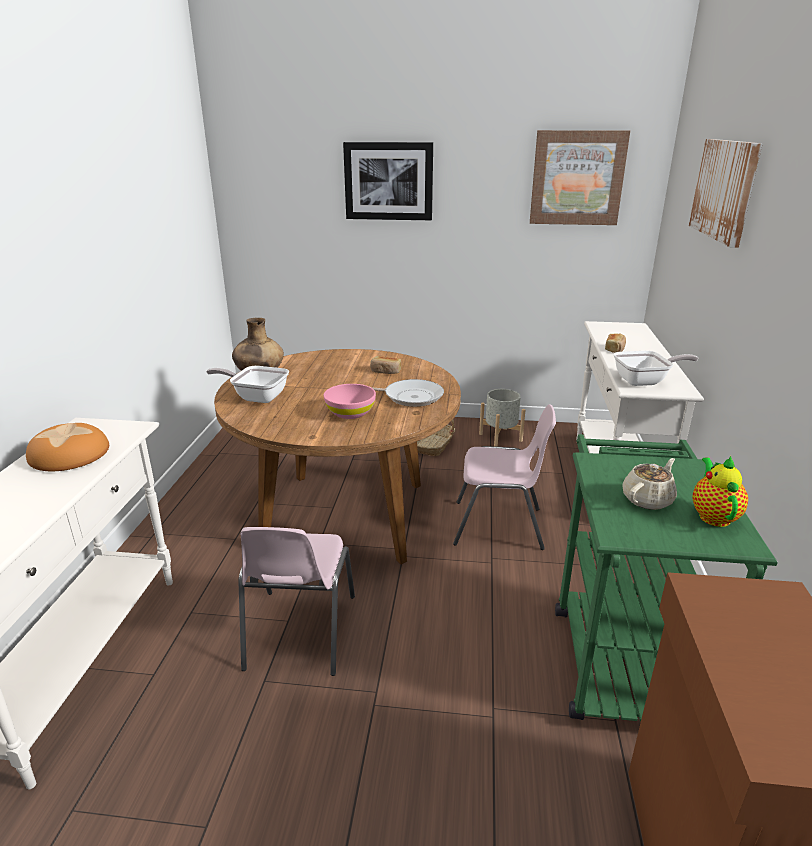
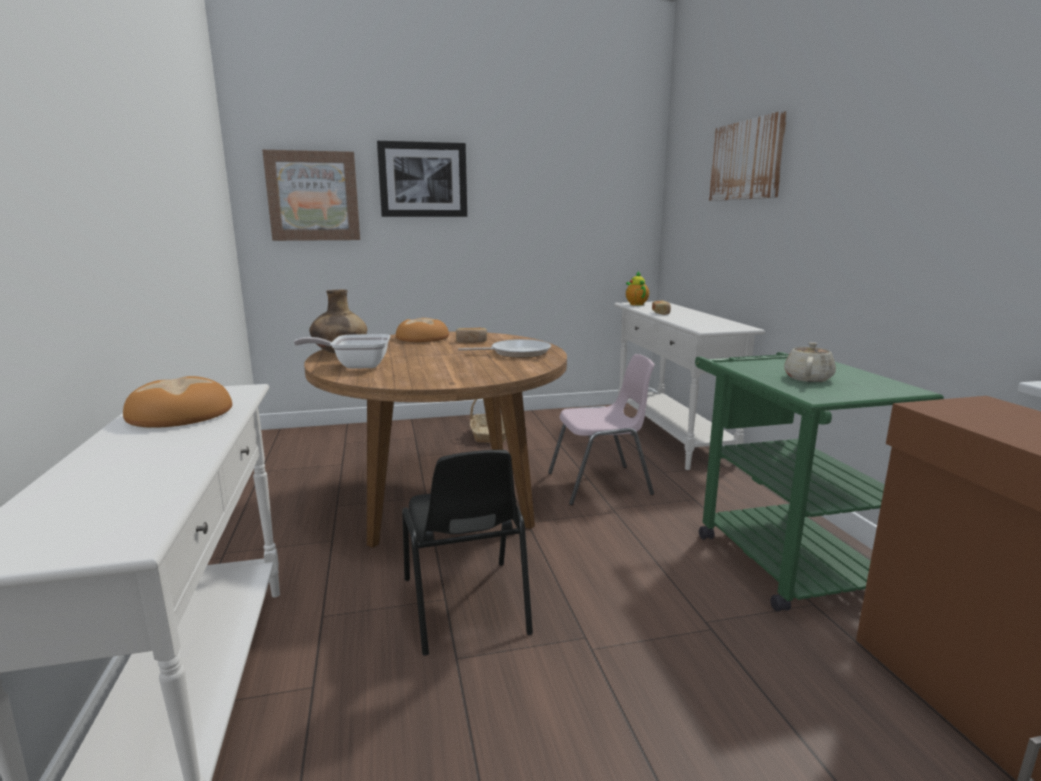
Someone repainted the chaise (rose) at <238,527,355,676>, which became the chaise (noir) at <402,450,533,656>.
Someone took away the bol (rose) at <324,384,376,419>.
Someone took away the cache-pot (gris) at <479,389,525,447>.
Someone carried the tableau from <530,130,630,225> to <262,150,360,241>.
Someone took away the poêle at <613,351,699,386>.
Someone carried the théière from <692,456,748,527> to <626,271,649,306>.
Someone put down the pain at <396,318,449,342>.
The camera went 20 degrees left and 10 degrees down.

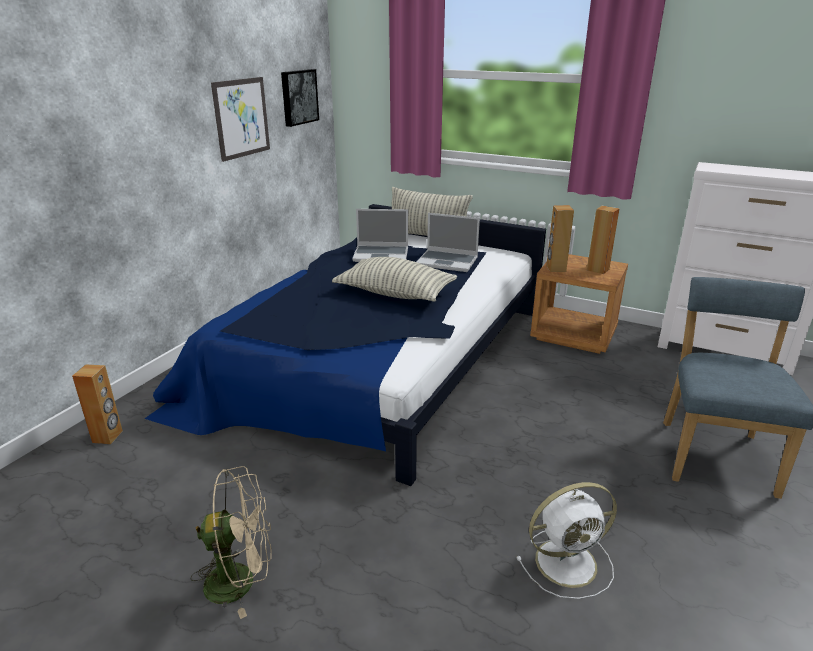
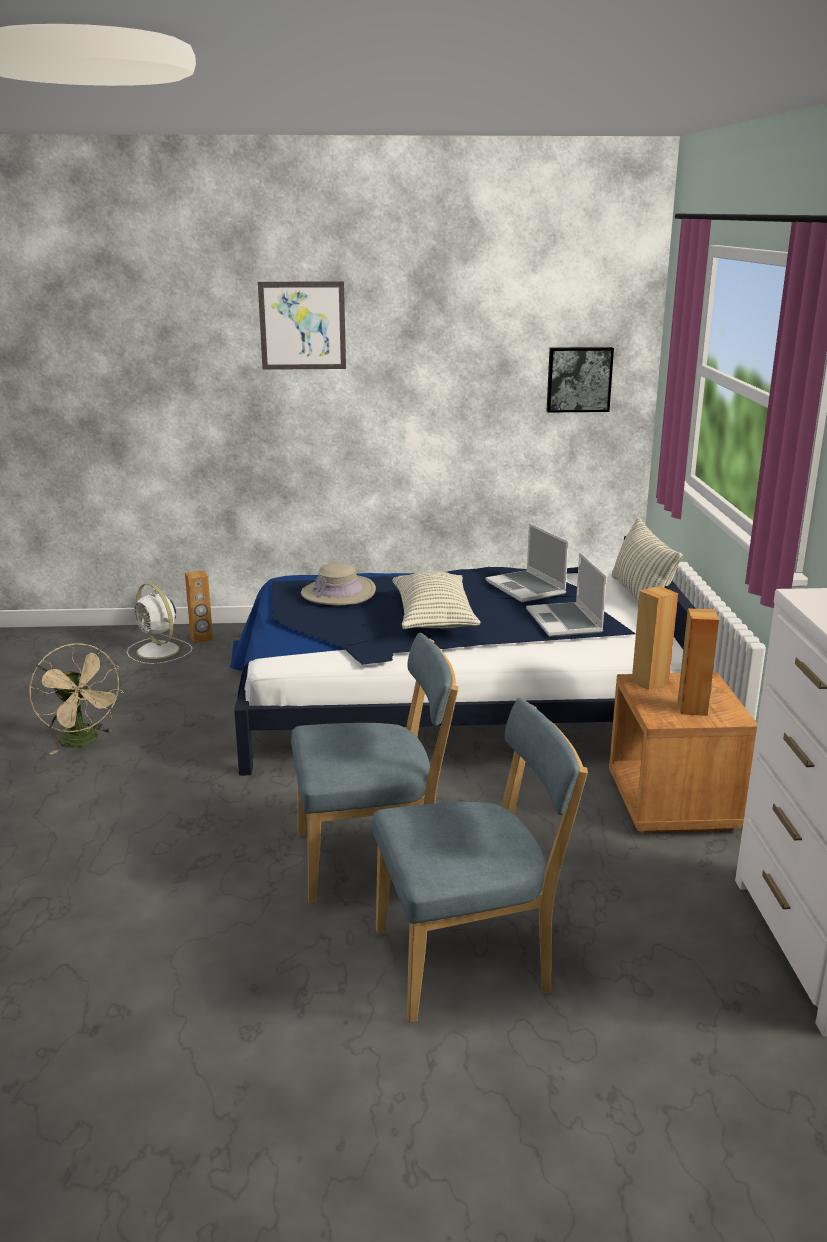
Someone carried the tableau from <211,77,270,162> to <258,281,346,370>.
Someone carried the ventilateur (blanc) from <516,482,617,599> to <127,583,192,664>.
Someone put down the chaise (bleu) at <291,633,459,903>.
Someone put down the chapeau (beige) at <301,562,376,605>.
The camera went 60 degrees right and 5 degrees down.

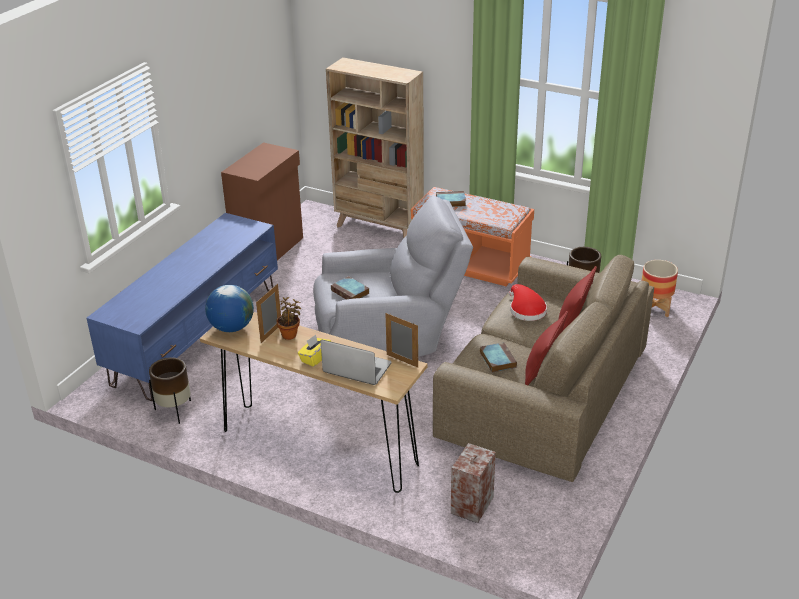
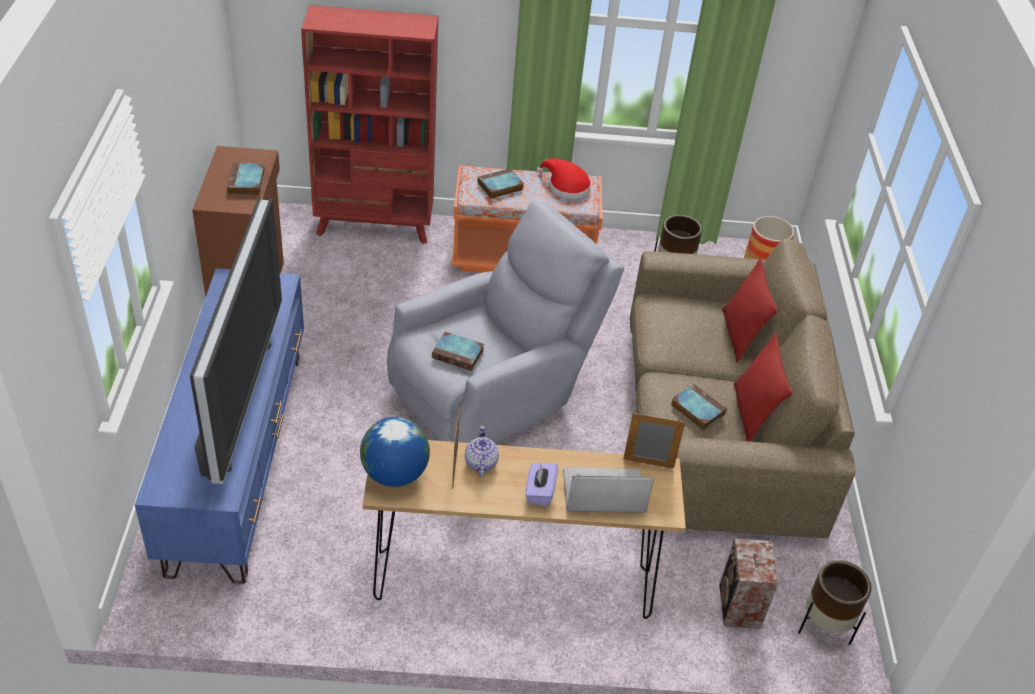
Someone carried the cache-pot (marron) from <149,357,191,424> to <798,560,871,645>.
Someone swapped the plante en pot at <277,297,301,340> for the théière at <465,426,499,477>.
Someone repainted the boîte à mouchoirs (jaune) at <298,334,331,367>, which became the boîte à mouchoirs (violet) at <525,463,558,507>.
Someone repainted the bibliothèque (beige) at <326,57,424,239>, which became the bibliothèque (rouge) at <301,5,438,244>.
Someone carried the chapeau (rouge) from <508,284,547,321> to <537,158,591,199>.
Someone put down the téléviseur at <190,197,282,484>.
Someone put down the livre at <227,163,265,196>.
The camera went 30 degrees left and 10 degrees up.

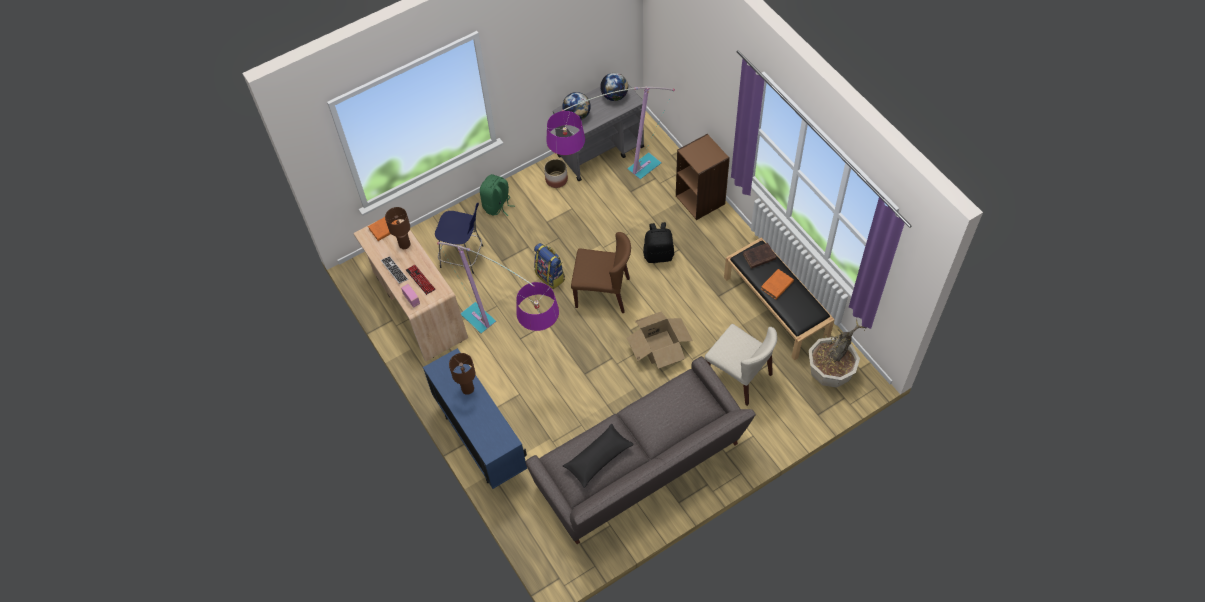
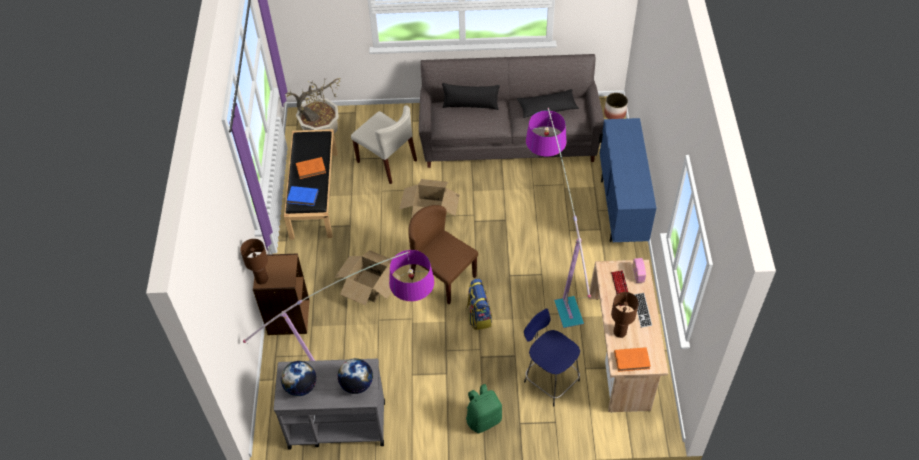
Someone carried the lampe de table (marron) from <449,353,475,395> to <240,239,268,284>.
Someone carried the cache-pot from <544,159,568,188> to <604,93,628,119>.
Someone swapped the sac à dos (noir) at <643,222,674,263> for the carton at <335,251,401,305>.
Someone rotated the chaise (beige) at <705,324,777,406> by 150 degrees clockwise.
Someone repainted the livre (marron) at <743,243,776,269>, which became the livre (bleu) at <287,186,318,206>.
Someone put down the coussin (noir) at <442,83,500,110>.
The camera went 150 degrees left and 5 degrees down.

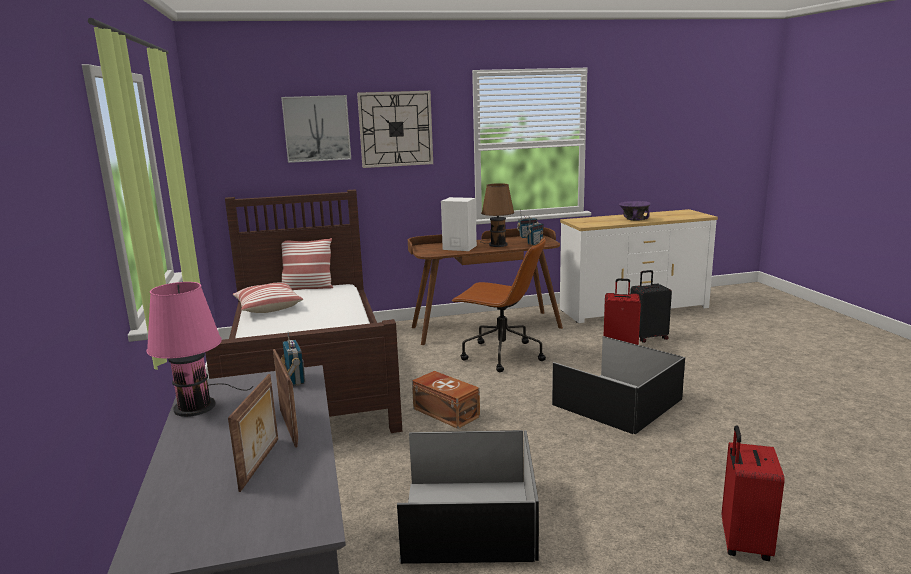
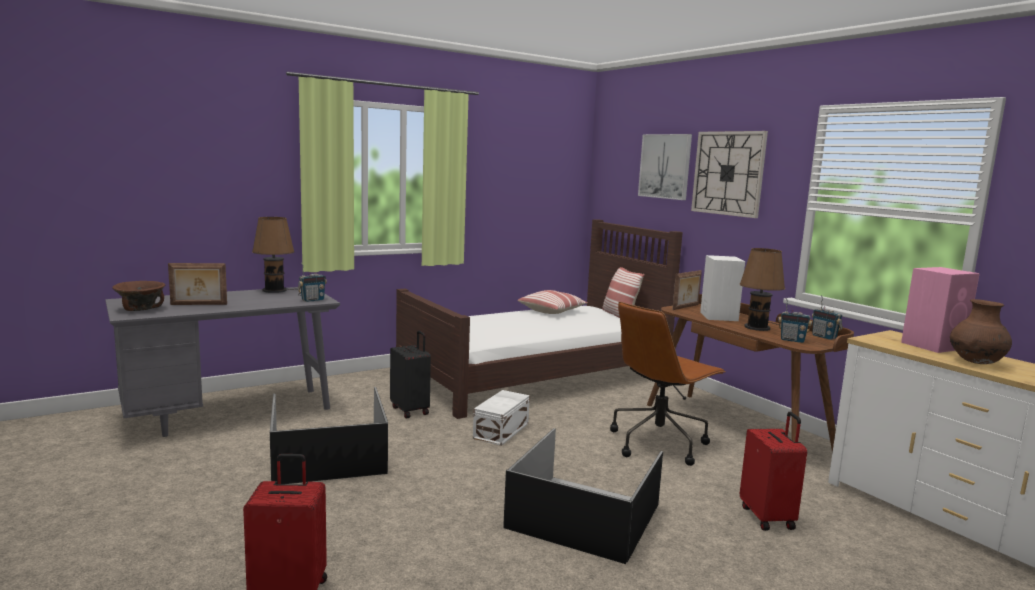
Someone repainted the lampe de table (rose) at <146,282,253,417>, which became the lampe de table (marron) at <252,217,301,295>.
Someone carried the cadre photo from <273,349,298,448> to <672,270,702,310>.
Someone repainted the boîte de rangement (marron) at <412,371,480,429>, which became the boîte de rangement (blanc) at <473,390,530,446>.
Someone rotated the chaise de bureau (marron) at <452,238,546,372> by 45 degrees clockwise.
Someone swapped the bol (violet) at <619,201,651,221> for the vase (marron) at <950,299,1012,364>.
Someone carried the valise (noir) from <630,270,672,343> to <390,331,431,418>.
Someone put down the bol (marron) at <112,281,165,311>.
Someone put down the enceinte (rose) at <901,267,980,353>.
The camera went 70 degrees right and 5 degrees down.

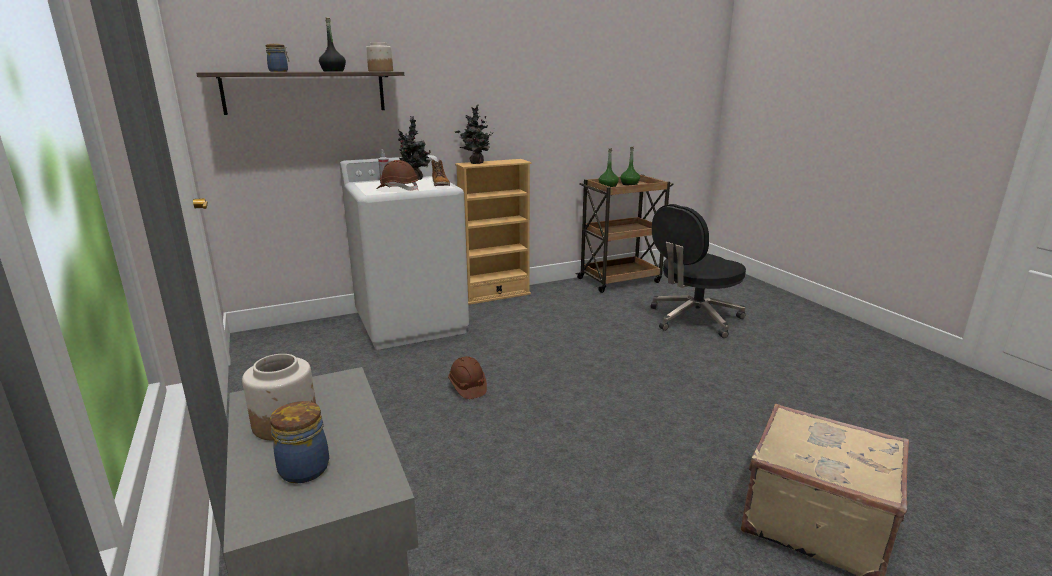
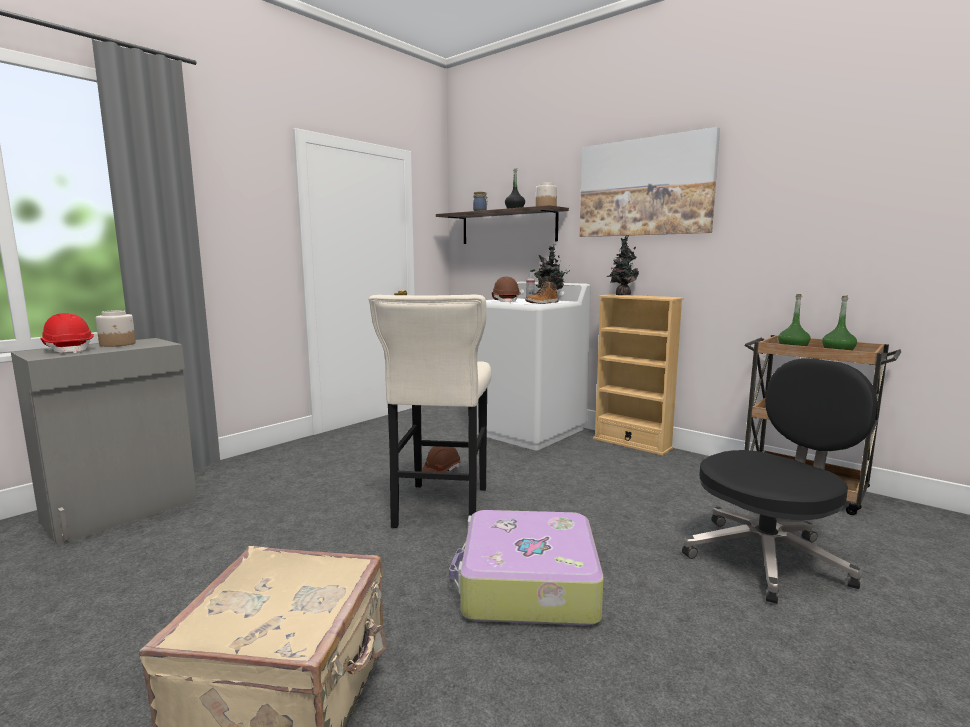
Someone swapped the bocal at <270,401,329,484> for the casque de chantier (rouge) at <40,313,94,353>.
Someone rotated the chaise de bureau (noir) at <651,204,746,338> by 120 degrees clockwise.
Someone put down the tabouret (beige) at <369,294,492,528>.
Someone put down the valise at <449,510,604,625>.
Someone put up the tableau at <579,127,720,237>.
The camera went 65 degrees right and 10 degrees down.

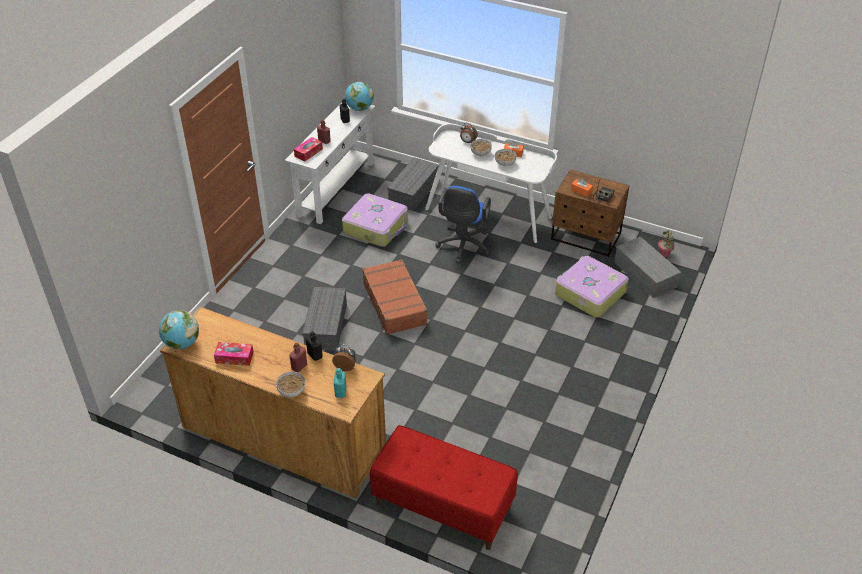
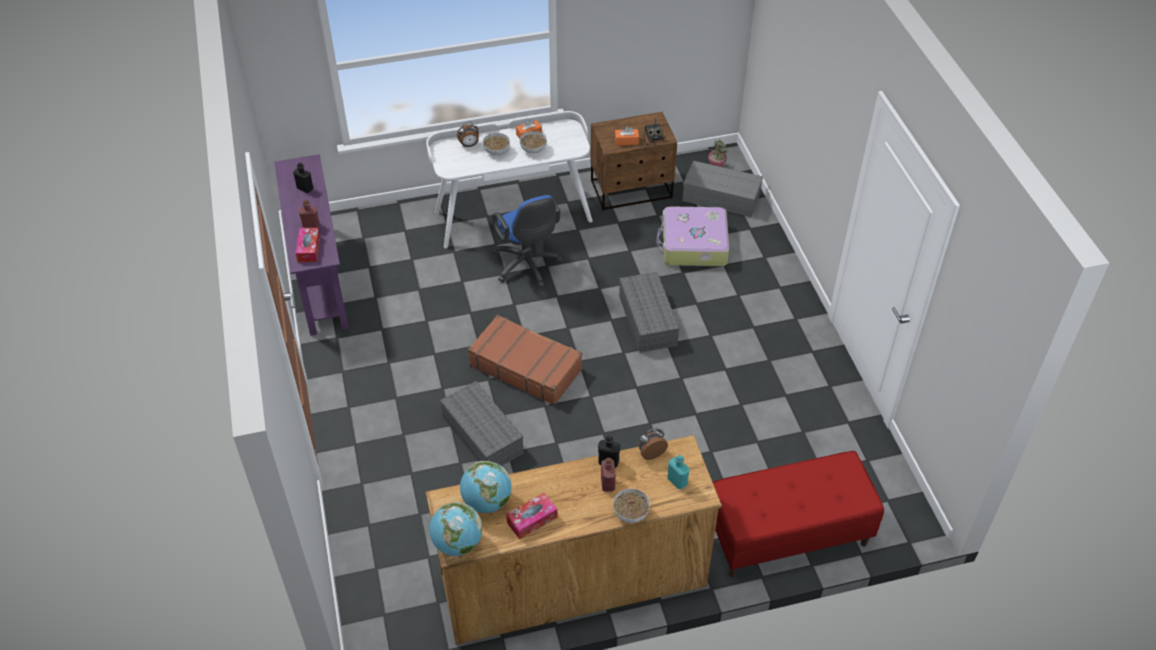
Someone repainted the table console (blanc) at <285,103,375,224>, which became the table console (violet) at <274,154,349,336>.
Someone took away the valise at <342,194,408,247>.
Someone carried the globe from <345,82,374,111> to <460,461,511,513>.
Someone carried the boîte de rangement (gris) from <387,157,439,211> to <619,272,680,353>.
The camera went 40 degrees left and 5 degrees up.

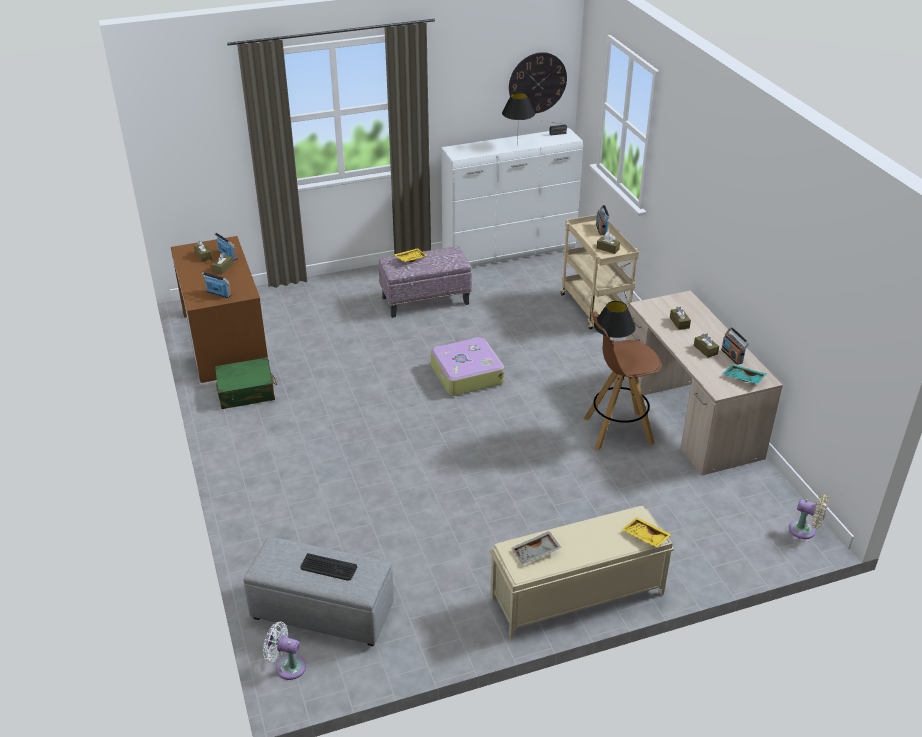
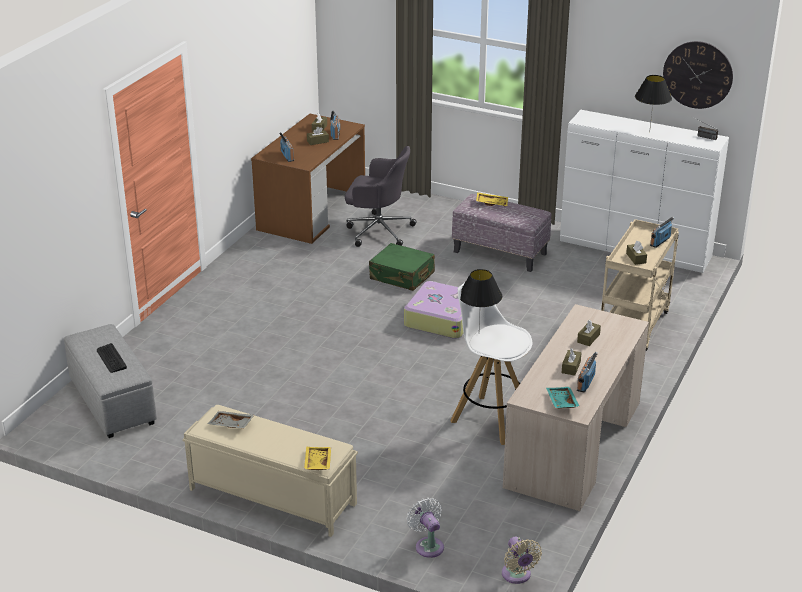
Someone carried the valise (vert) from <215,357,277,409> to <369,243,435,291>.
Someone carried the ventilateur (blanc) from <263,622,306,680> to <407,498,444,558>.
Someone repainted the tabouret (marron) at <584,312,661,450>, which became the tabouret (blanc) at <450,282,532,445>.
Someone put down the chaise de bureau (gris) at <345,146,417,247>.
The camera went 45 degrees right and 5 degrees down.

